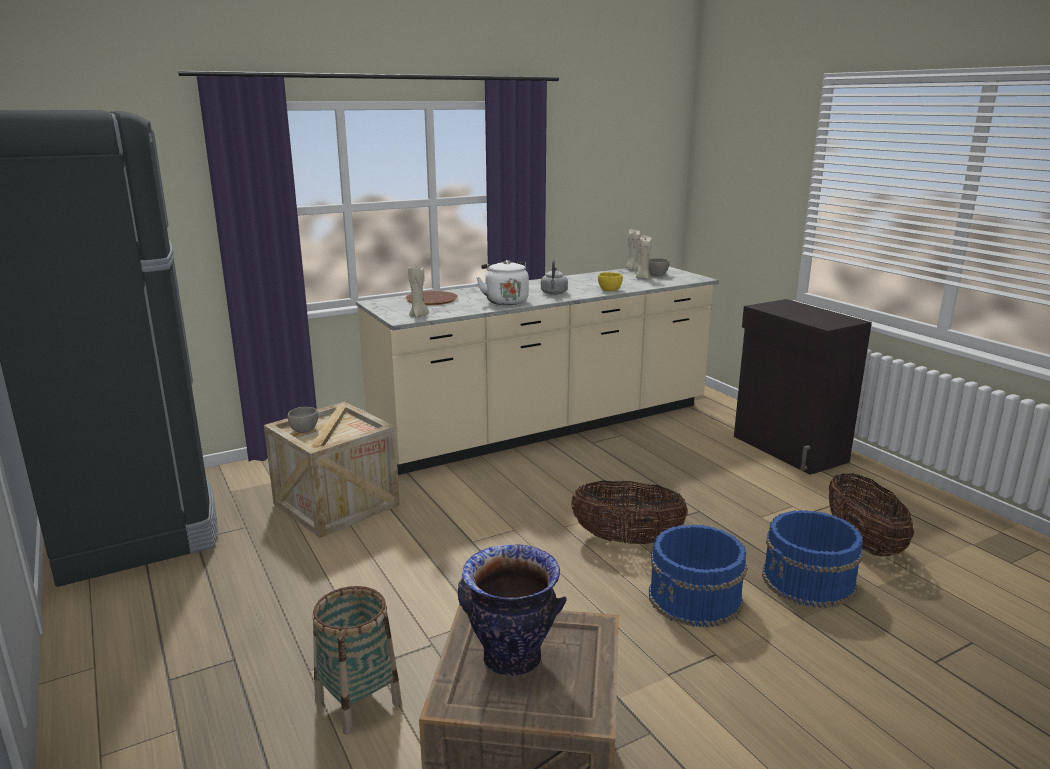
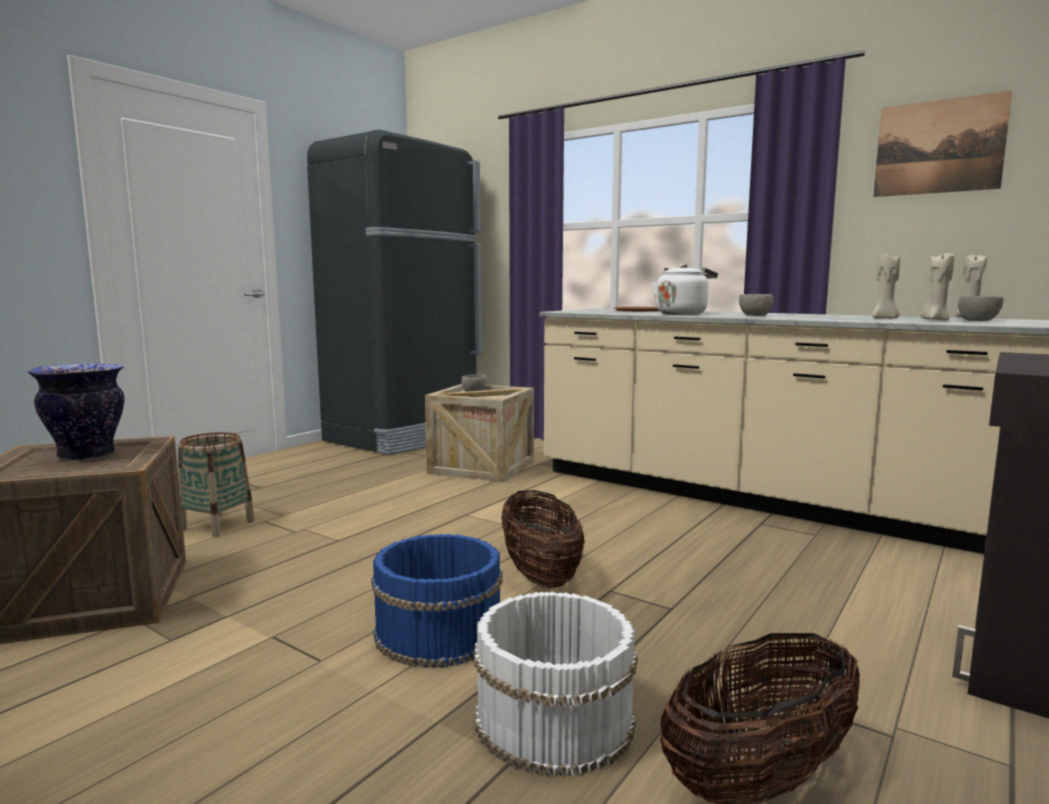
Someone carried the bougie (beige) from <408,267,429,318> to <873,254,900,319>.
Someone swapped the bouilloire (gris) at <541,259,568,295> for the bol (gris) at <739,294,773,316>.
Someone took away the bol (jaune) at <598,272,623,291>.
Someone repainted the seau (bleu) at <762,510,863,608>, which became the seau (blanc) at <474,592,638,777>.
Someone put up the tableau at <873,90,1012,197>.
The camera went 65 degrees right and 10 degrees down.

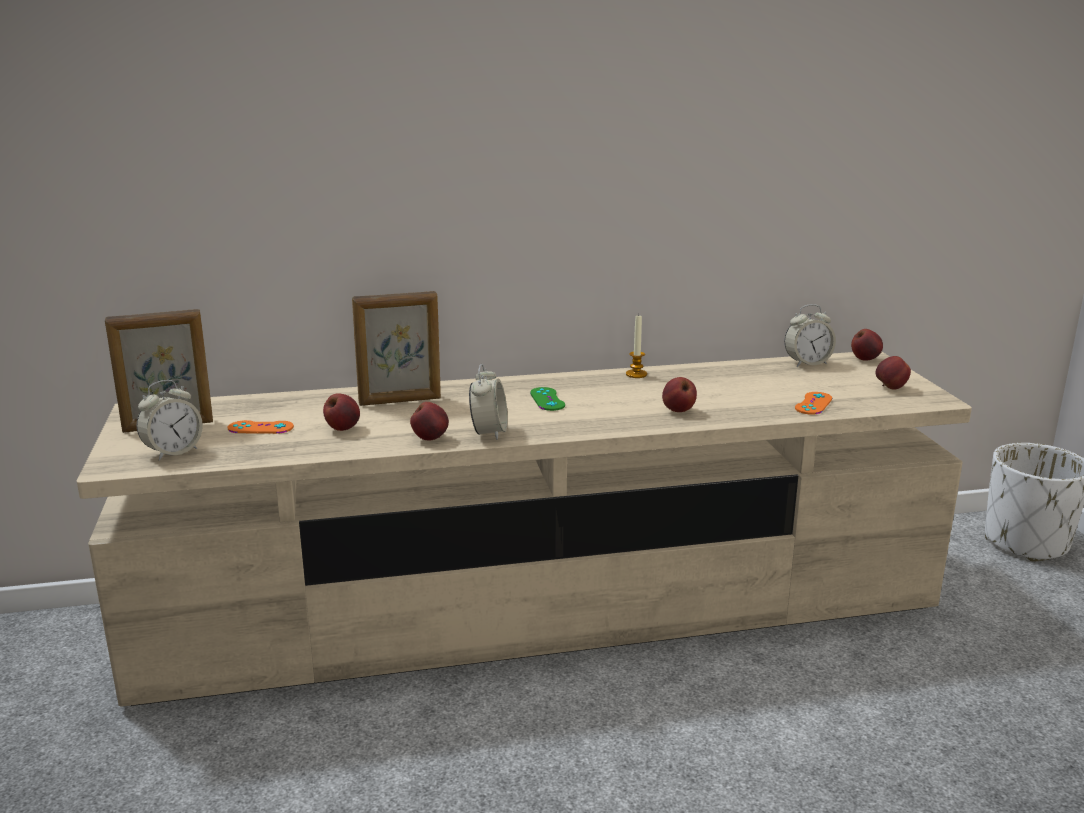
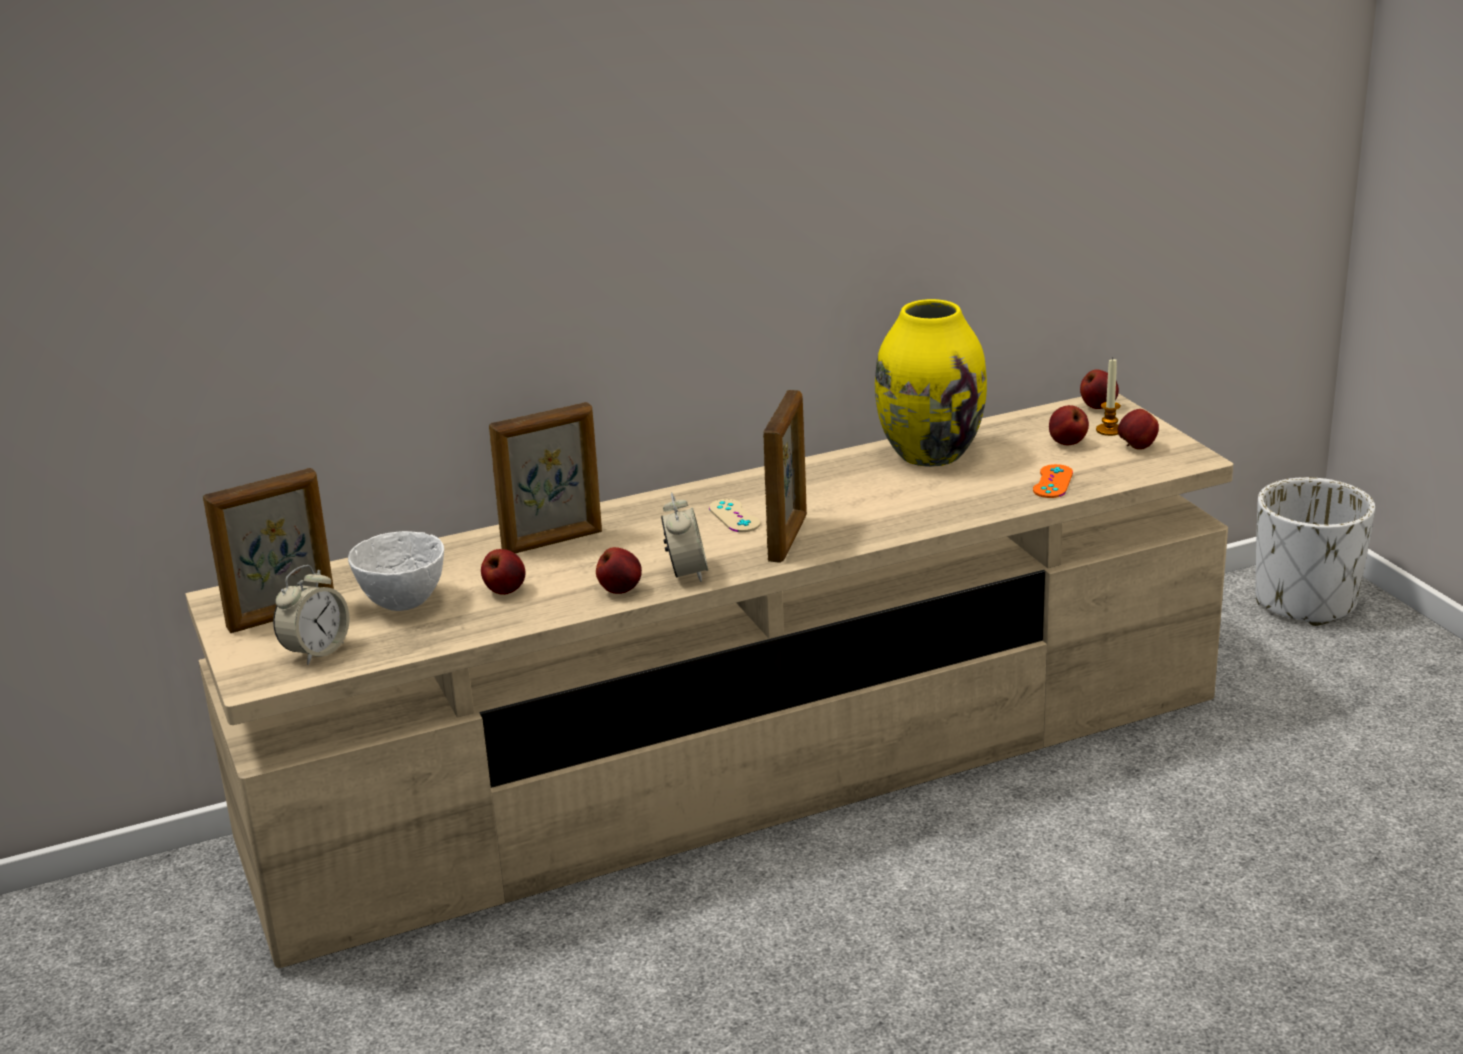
Someone swapped the manette (orange) at <228,420,294,434> for the bol (blanc) at <348,531,444,611>.
Someone repainted the manette (vert) at <530,387,565,411>, which became the manette (beige) at <709,499,760,532>.
Someone carried the bougie from <626,314,647,378> to <1096,359,1121,436>.
Someone carried the pomme from <662,377,697,412> to <1049,405,1089,445>.
Someone took away the réveil at <784,304,836,367>.
Someone put down the cadre photo at <763,390,807,563>.
Someone put down the vase (jaune) at <875,299,987,467>.
The camera went 10 degrees left and 5 degrees up.

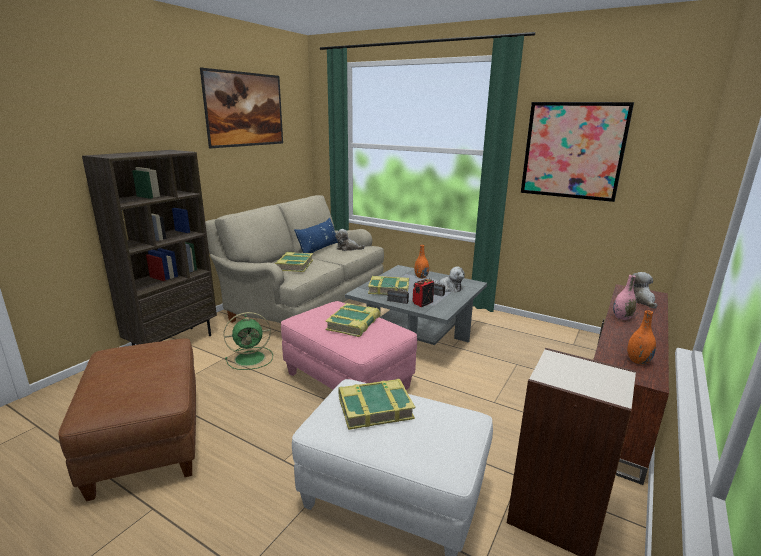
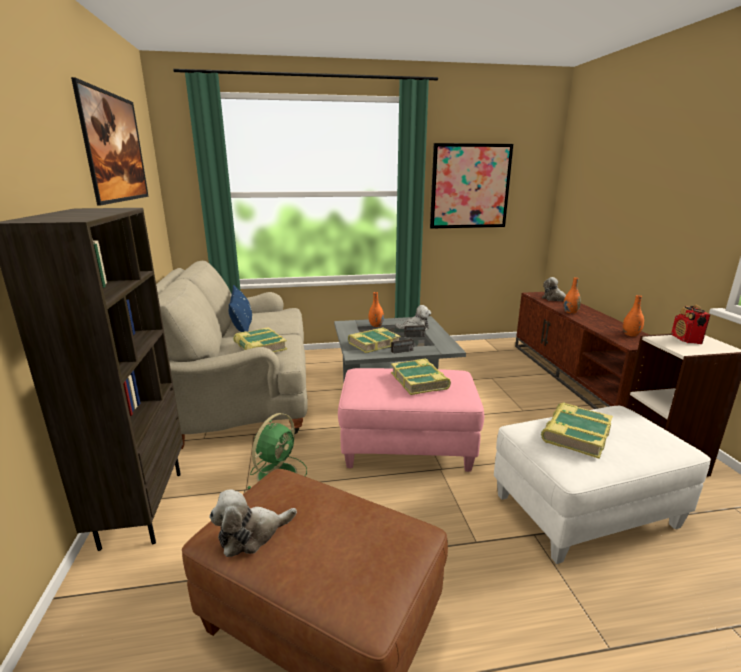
Someone carried the peluche from <335,229,365,251> to <209,489,297,557>.
Someone carried the radio from <413,279,434,307> to <671,305,710,344>.
Someone repainted the vase (rose) at <613,275,637,320>, which became the vase (orange) at <563,277,581,313>.
The camera went 40 degrees left and 0 degrees up.

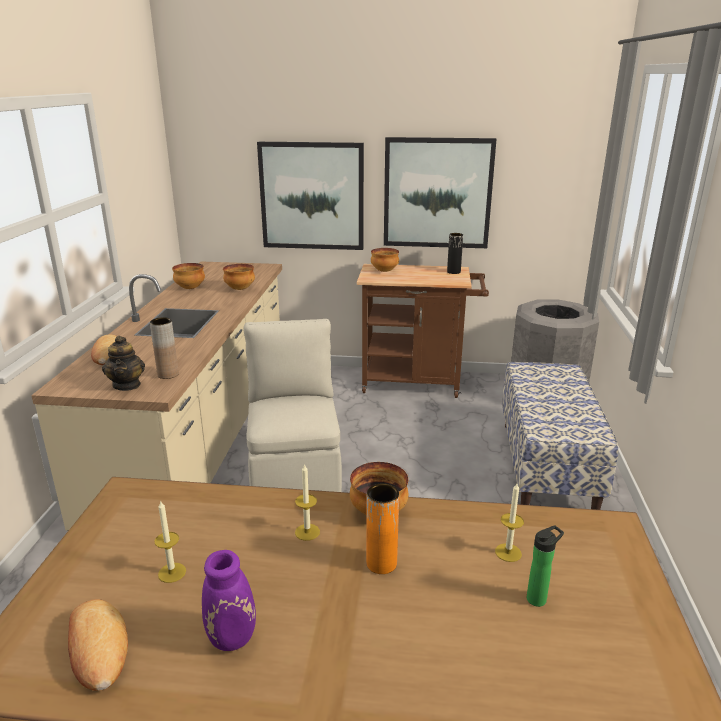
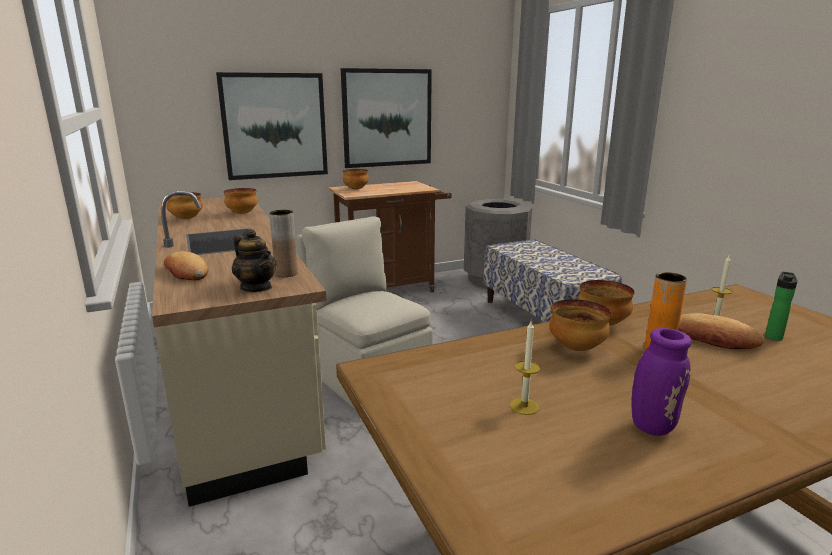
Someone carried the pain from <68,599,128,691> to <678,313,765,349>.
Someone swapped the bougie at <295,464,320,541> for the bol at <549,299,611,351>.
Someone took away the vase (noir) at <447,233,463,274>.
The camera went 30 degrees left and 5 degrees down.

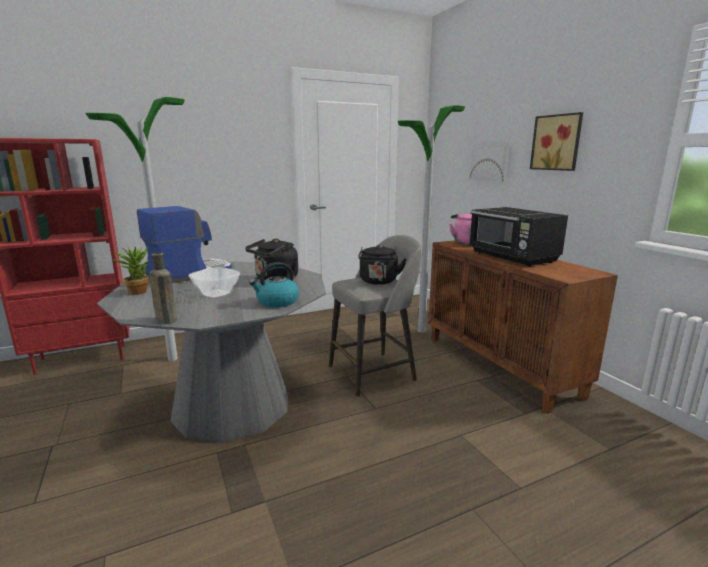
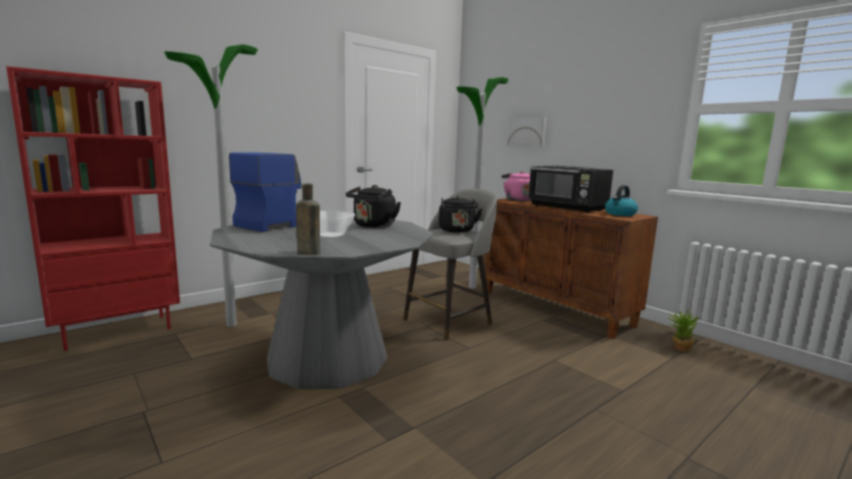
Someone carried the plante en pot from <114,244,150,295> to <668,311,699,352>.
Someone carried the bouilloire from <249,262,299,307> to <605,185,638,216>.
Someone took away the tableau at <530,112,583,171>.
The camera went 15 degrees left and 5 degrees down.

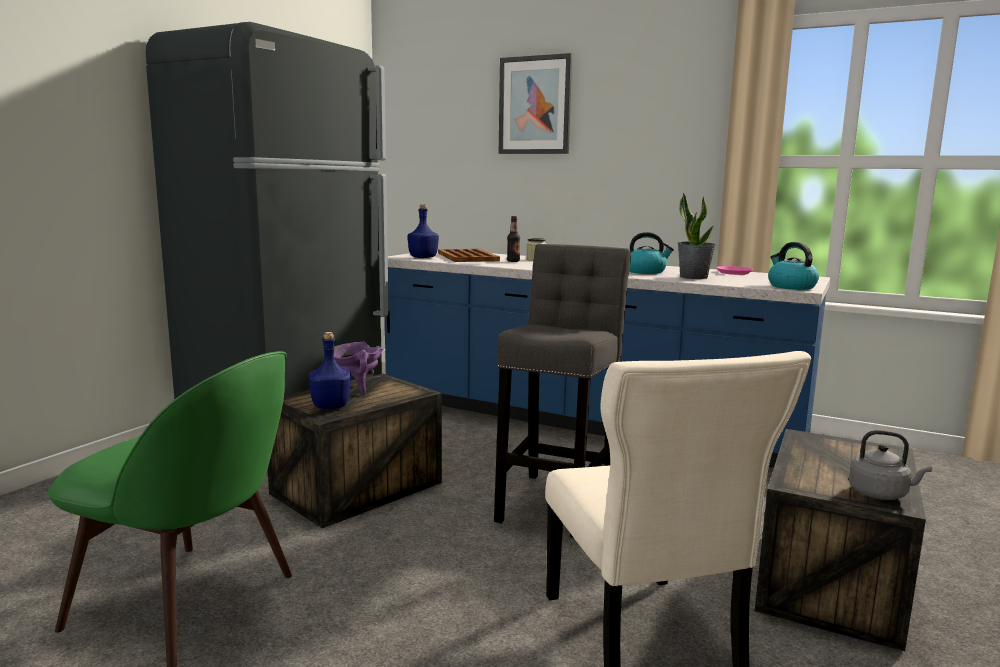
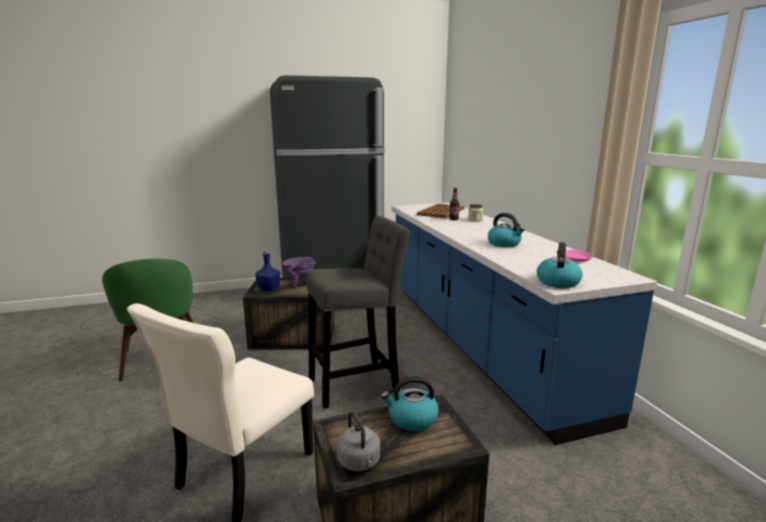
Someone took away the bouteille (bleu) at <407,204,439,258>.
Someone took away the tableau at <499,53,572,154>.
Someone took away the plante en pot at <678,193,716,279>.
Someone put down the bouilloire at <381,376,439,431>.
The camera went 45 degrees right and 5 degrees up.

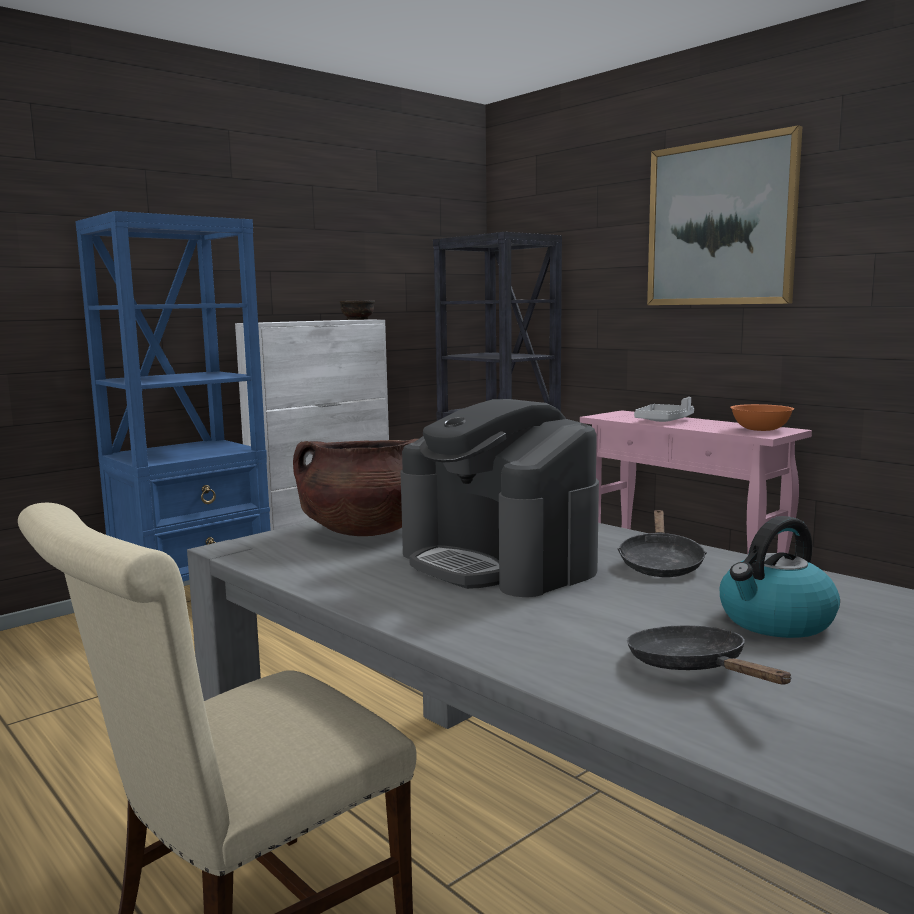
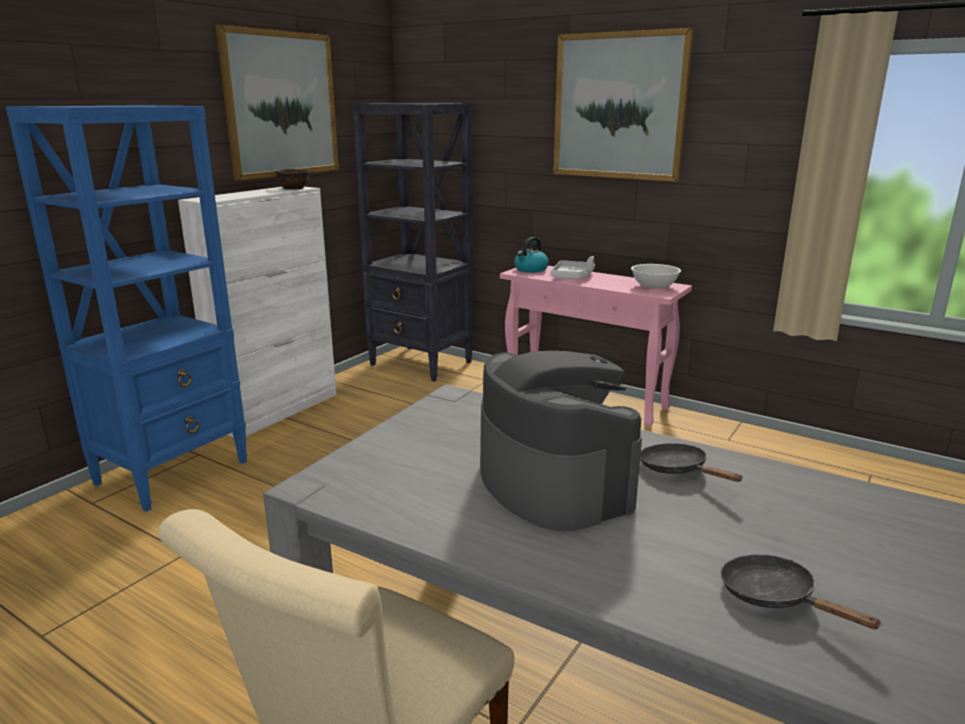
Someone took away the marmite (marron) at <293,439,418,536>.
Someone rotated the machine à café at <400,399,599,597> by 150 degrees counterclockwise.
Someone rotated the poêle (noir) at <617,510,707,577> by 150 degrees clockwise.
Someone carried the bouilloire from <720,516,840,638> to <514,237,549,273>.
Someone repainted the bol (orange) at <730,404,794,431>, which became the bol (blanc) at <631,264,681,289>.
Someone put up the tableau at <215,25,339,181>.
The camera went 15 degrees left and 10 degrees up.

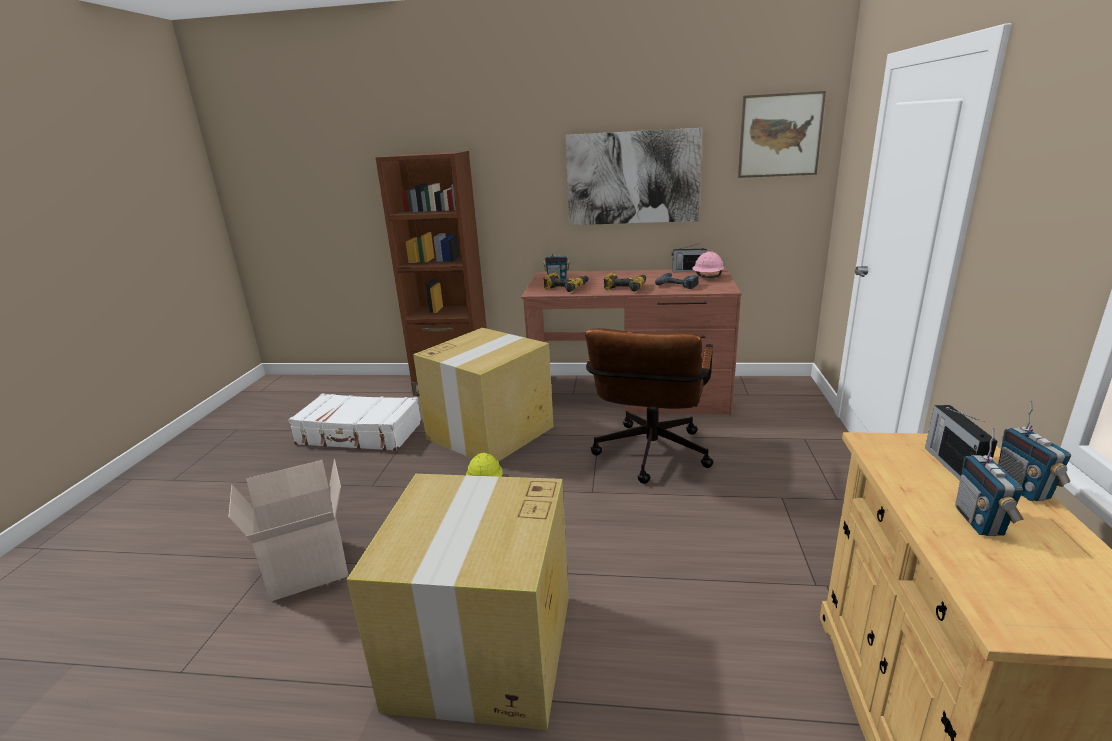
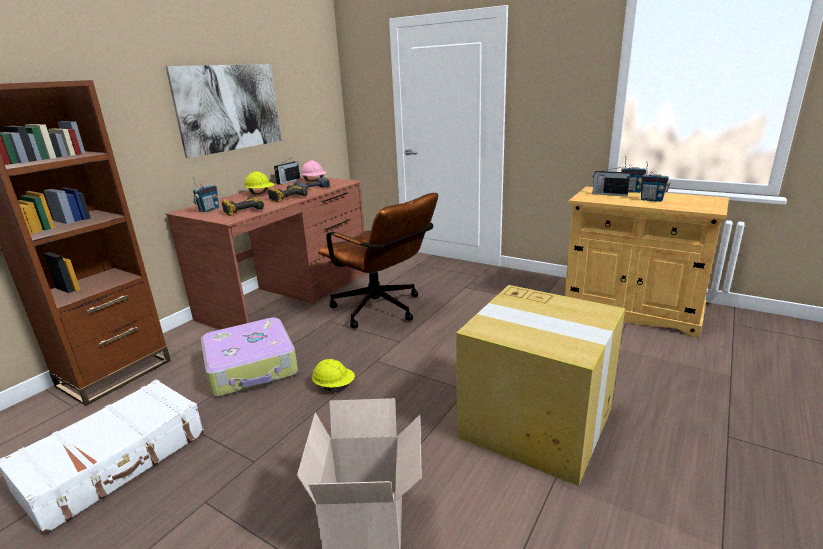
Someone swapped the carton at <413,328,554,462> for the valise at <201,317,298,397>.
Someone took away the tableau at <738,91,826,178>.
Someone put down the casque de chantier (jaune) at <244,171,274,194>.
The camera went 65 degrees left and 0 degrees up.

